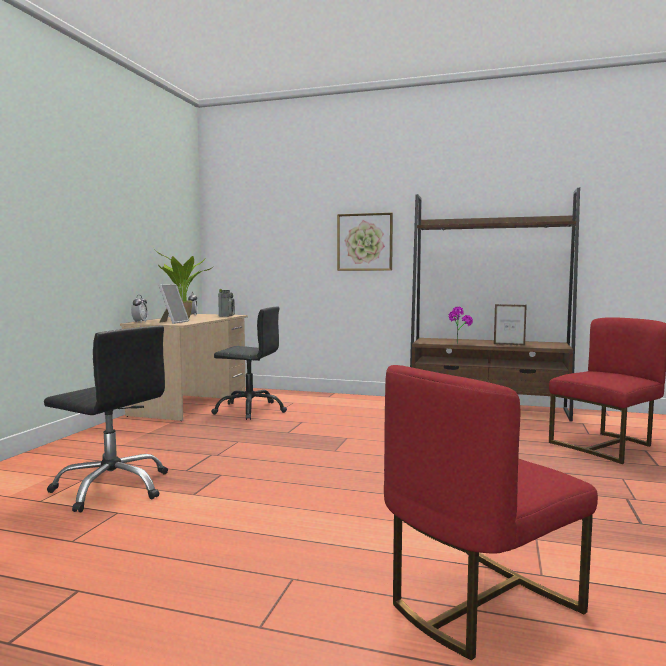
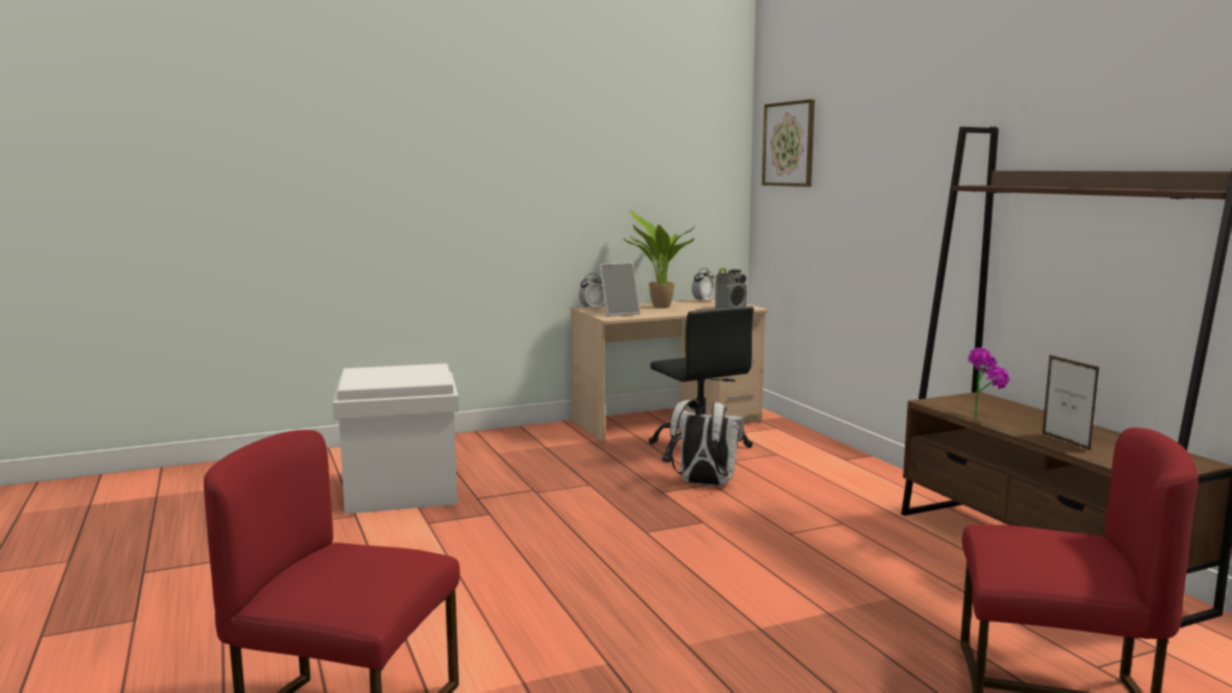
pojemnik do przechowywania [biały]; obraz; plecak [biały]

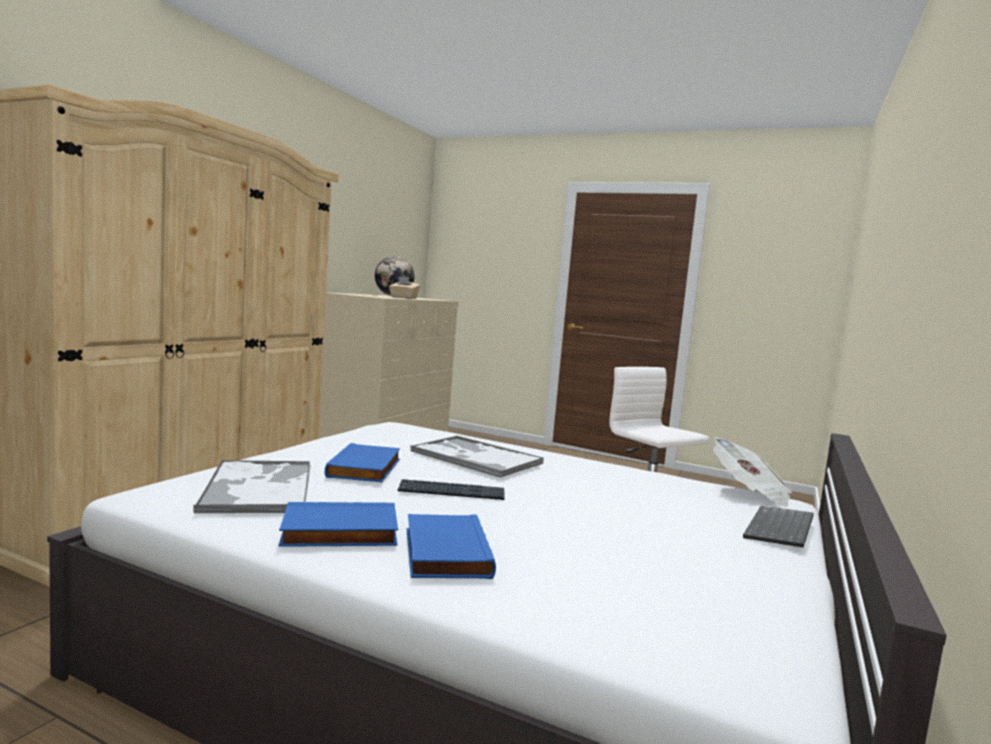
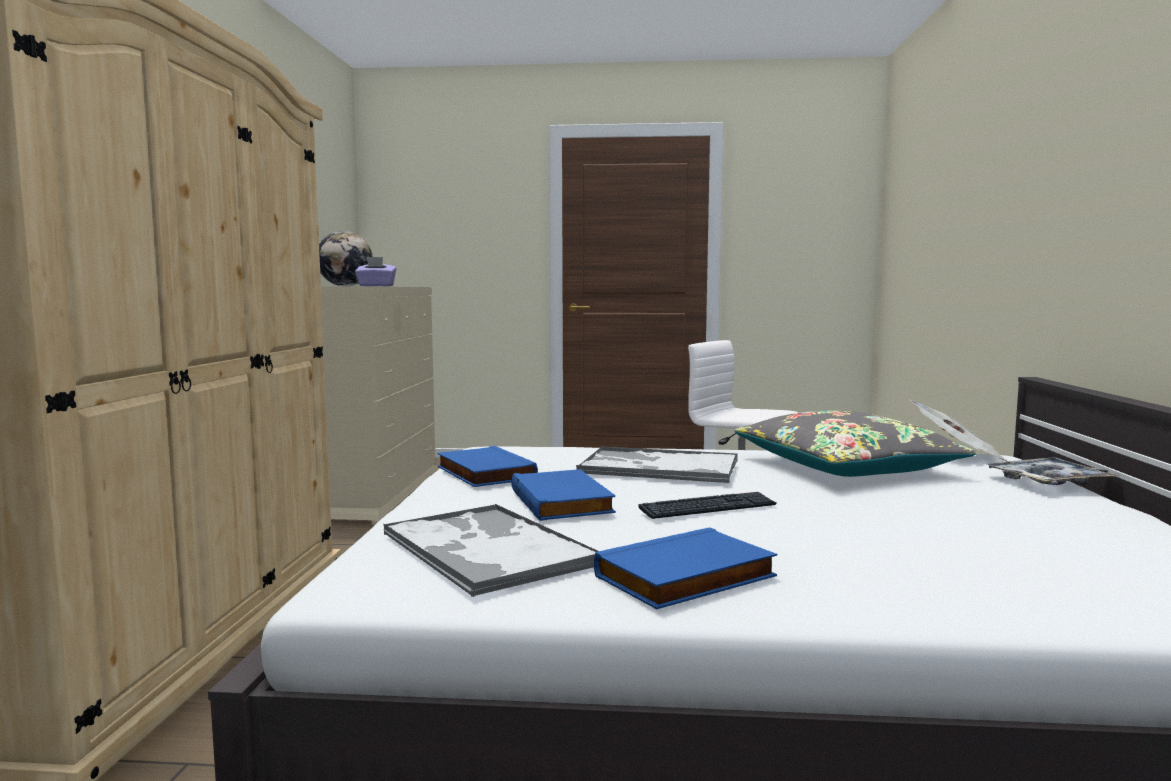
pudełko chusteczek [fioletowy]; książka [niebieski] (1st from left); taca (3rd from left); poduszka [szary]

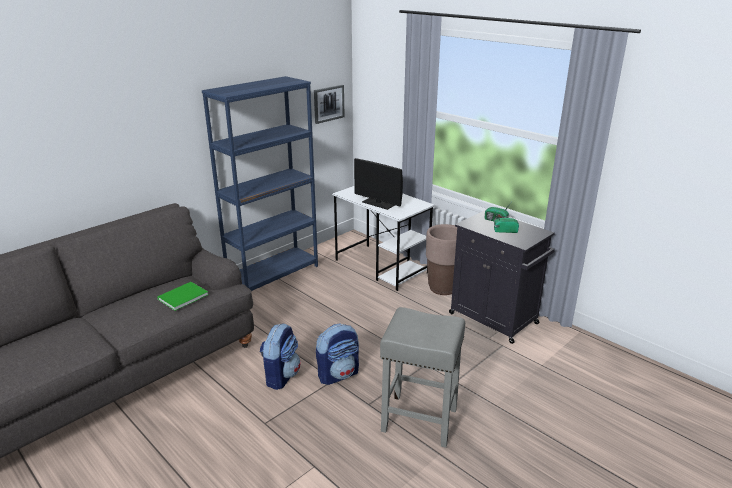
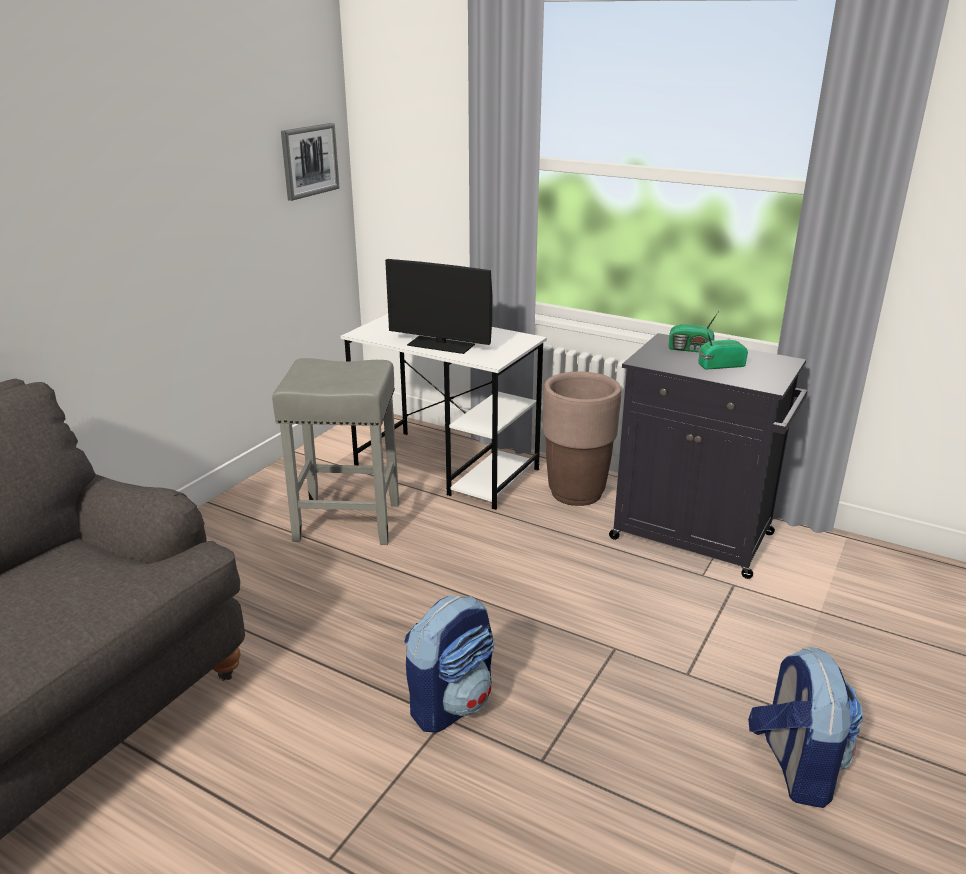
książka [zielony]; regał [niebieski]; plecak (2nd from left); stołek [szary]

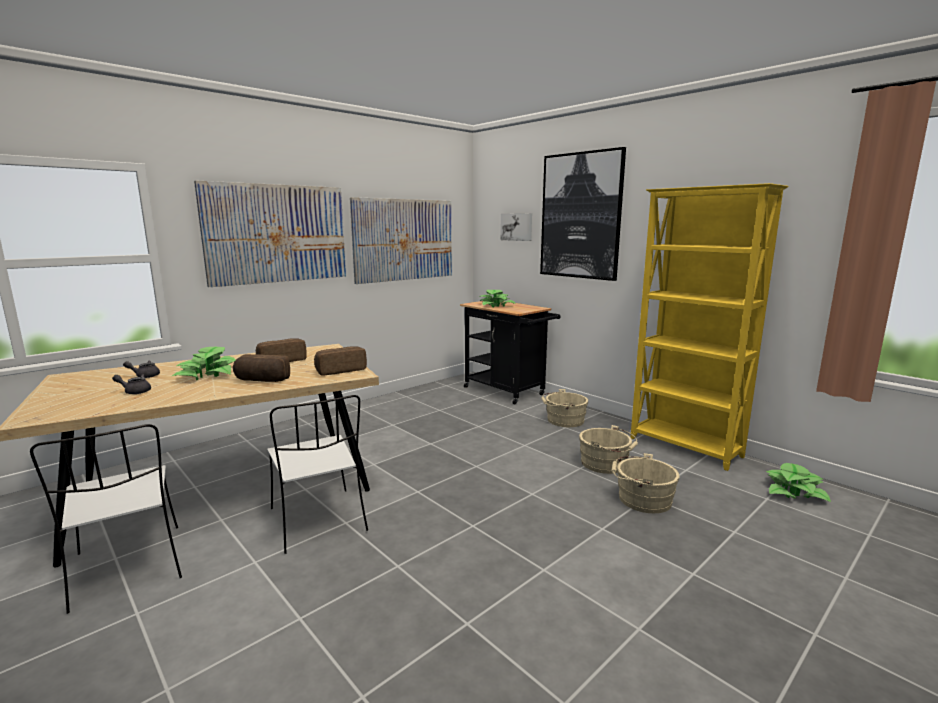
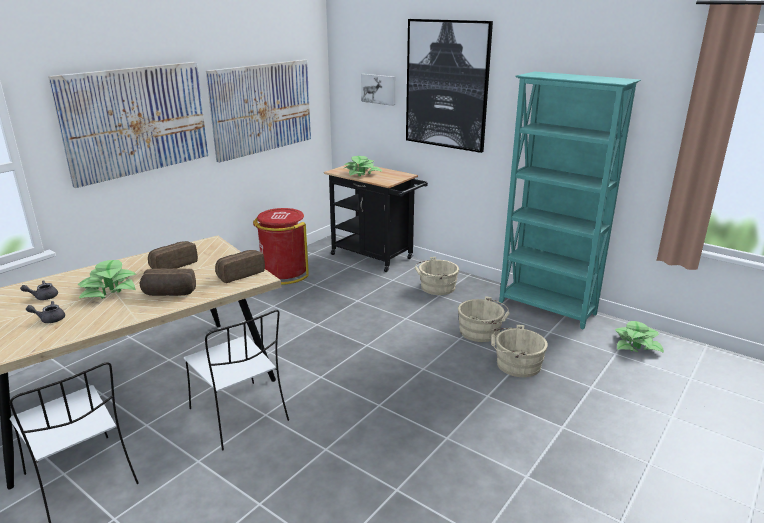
regał [turkusowy]; kosz na śmieci [czerwony]

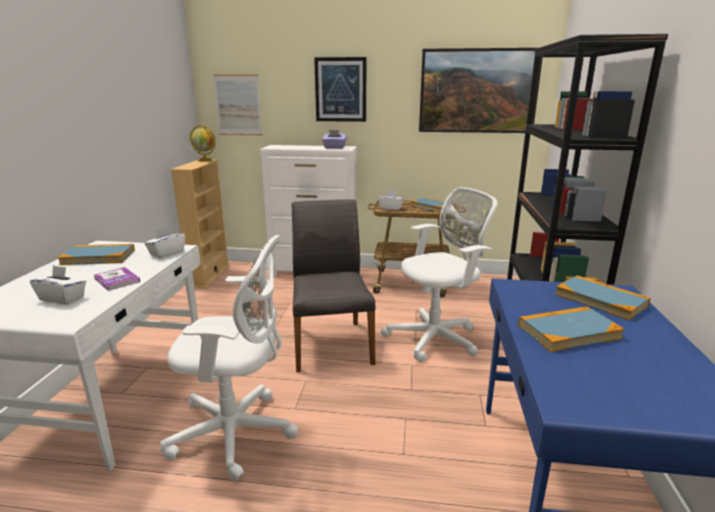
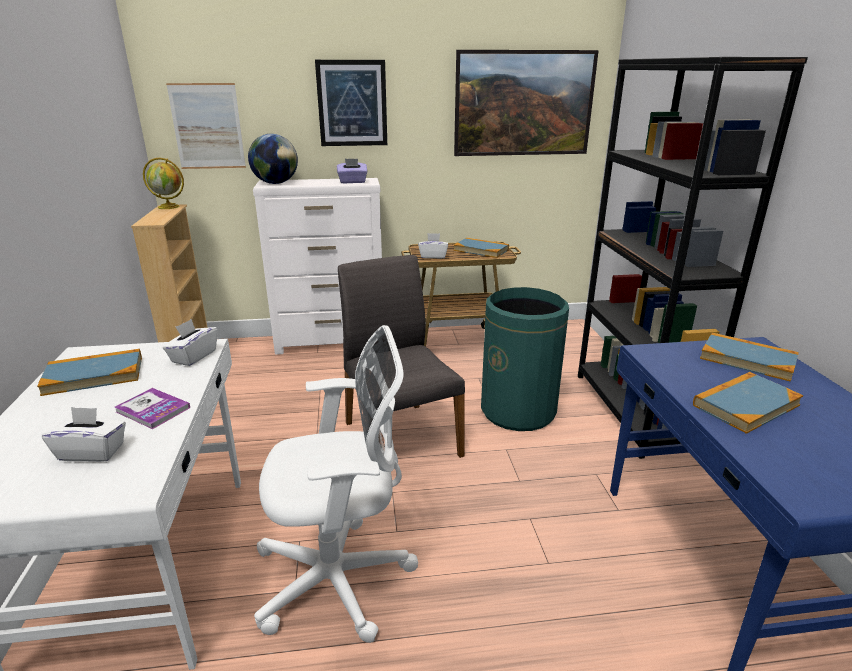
kosz na śmieci [zielony]; globus (2nd from left)

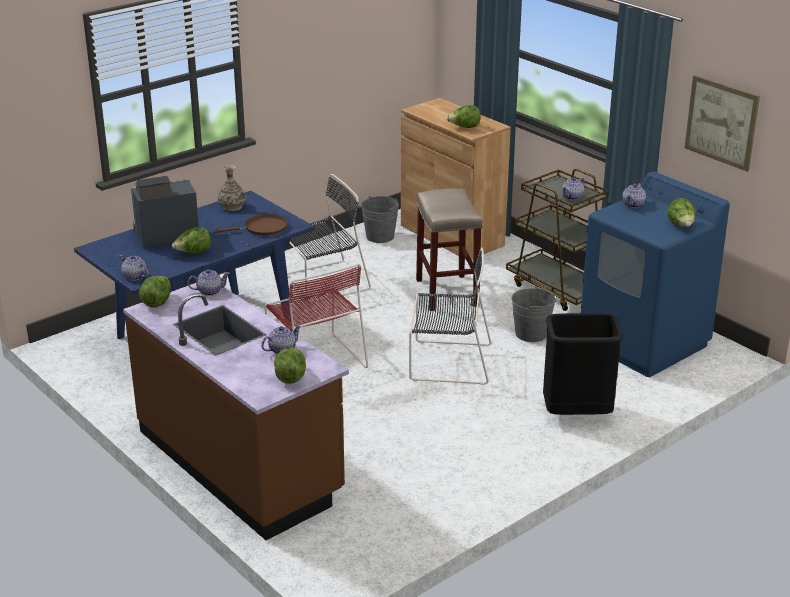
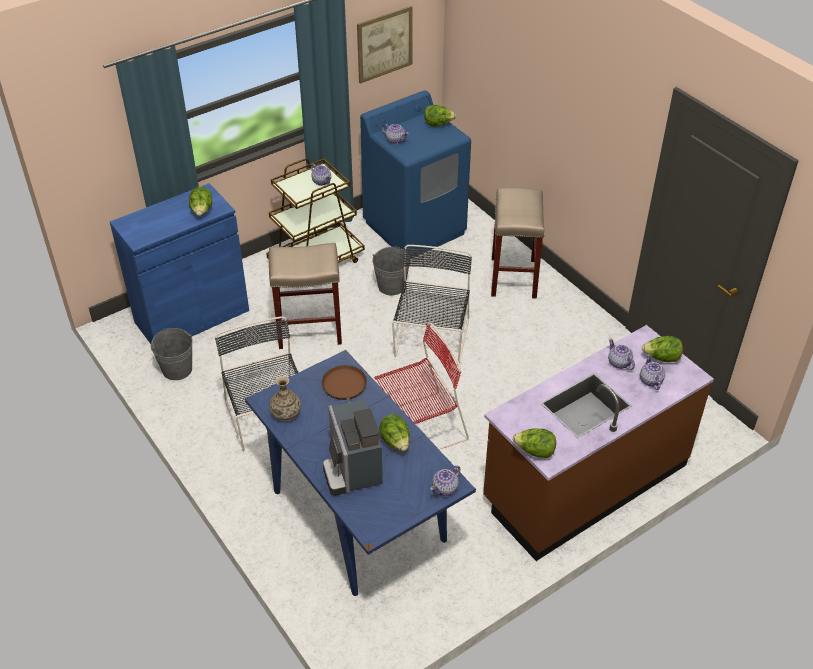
imbryk (5th from left); szafka [niebieski]; stołek [beżowy] (2nd from left)

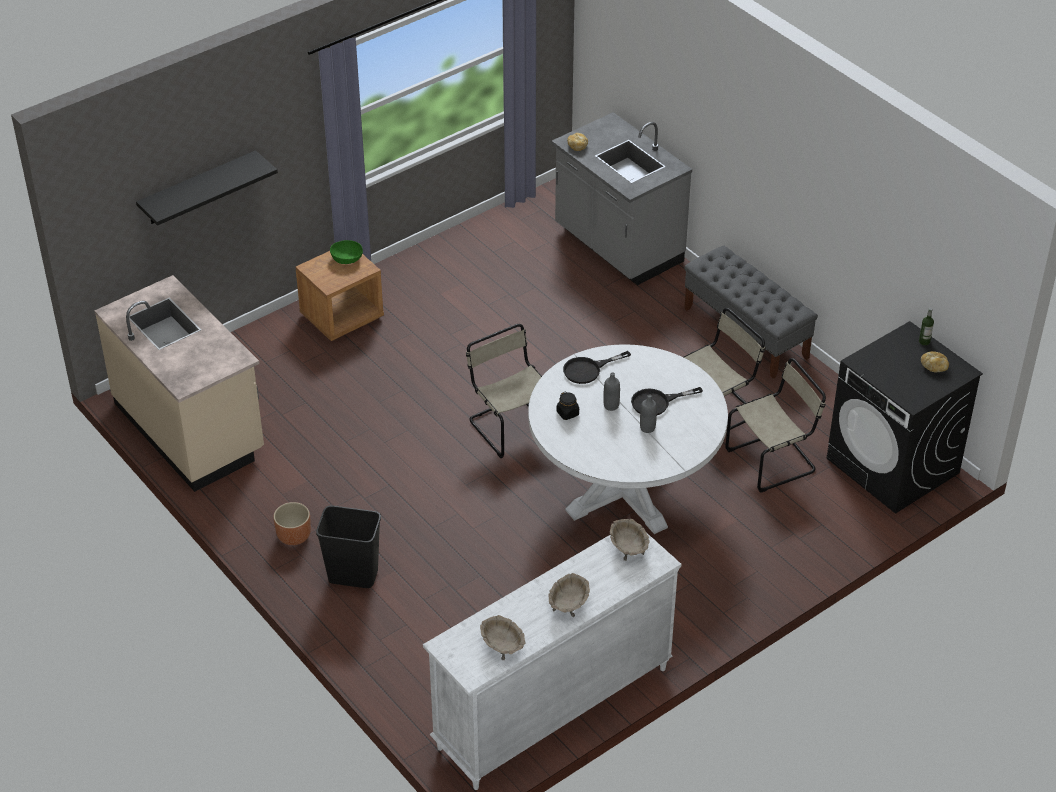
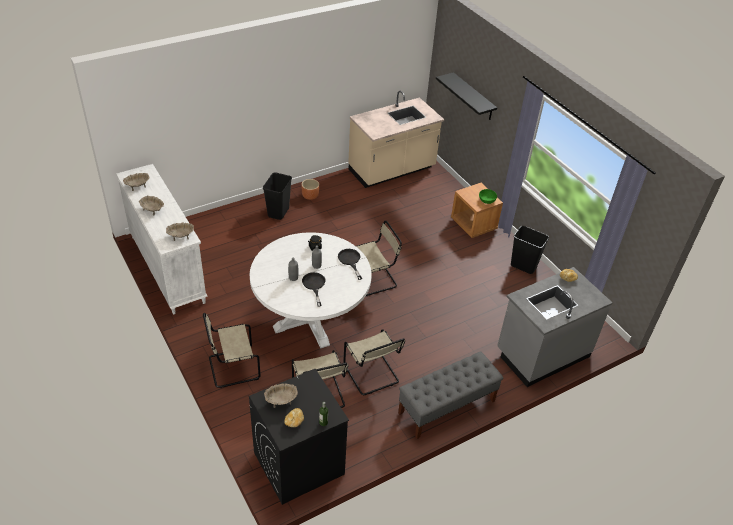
krzesło [beżowy] (1st from left); miska [beżowy] (4th from left); kosz na śmieci [czarny] (2nd from left)

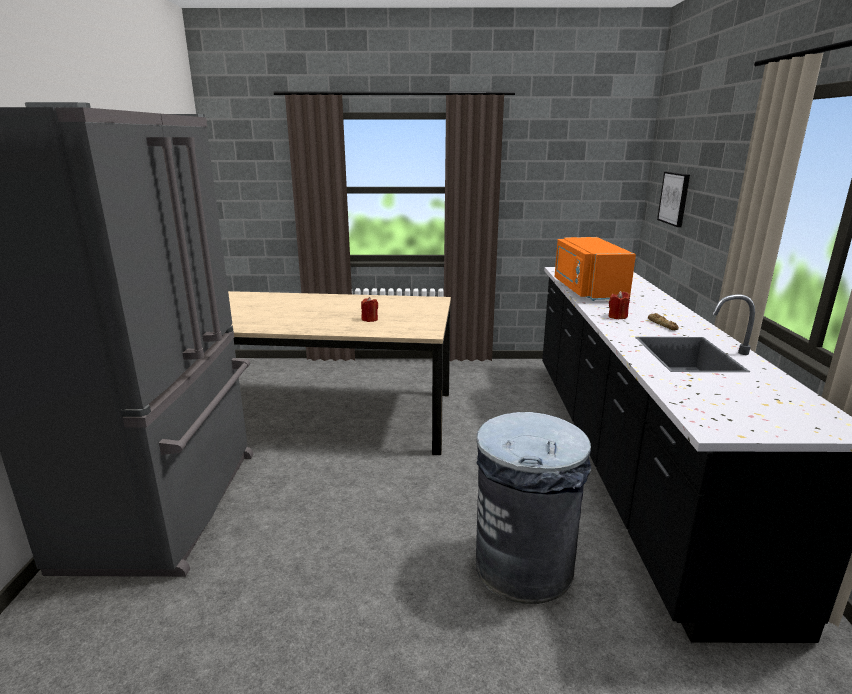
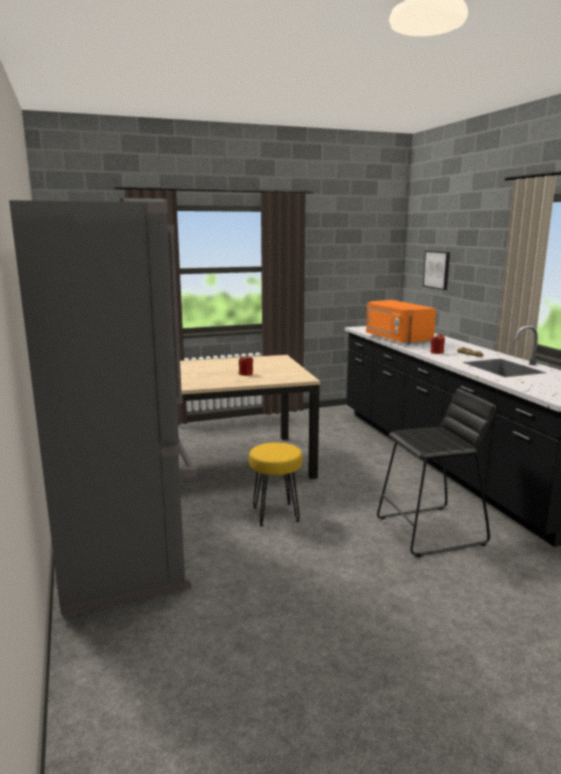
stołek [czarny]; stołek [żółty]

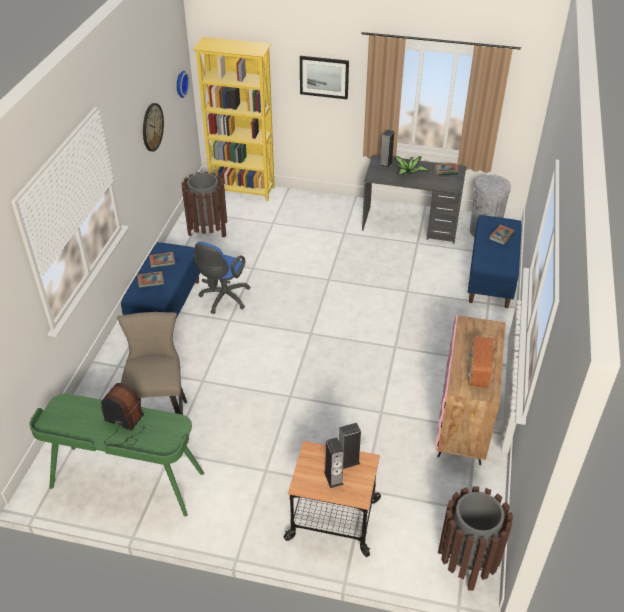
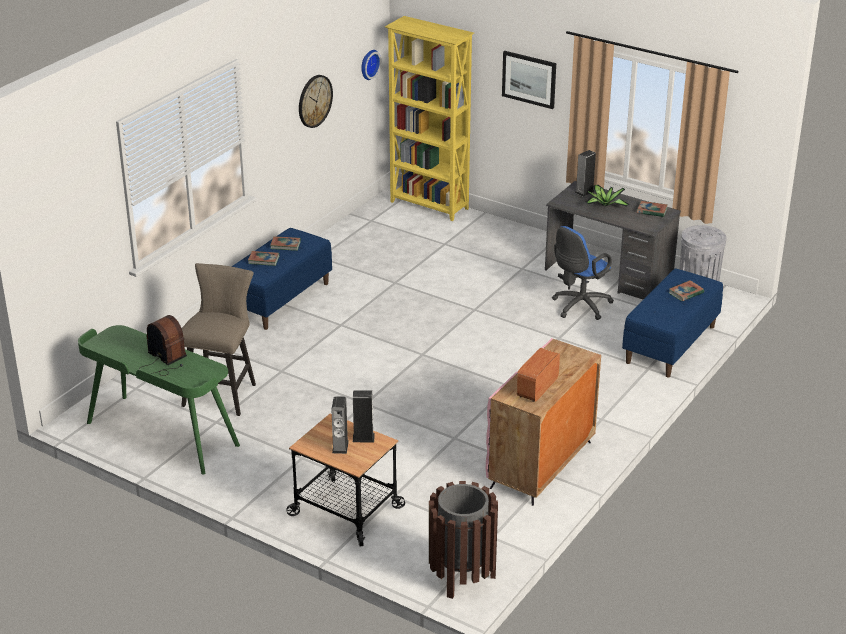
kosz na śmieci [brązowy] (1st from left in the first image); krzesło biurowe [niebieski]

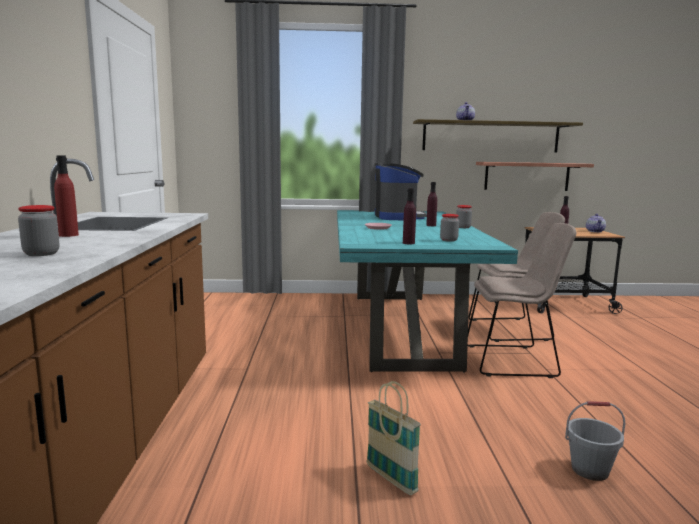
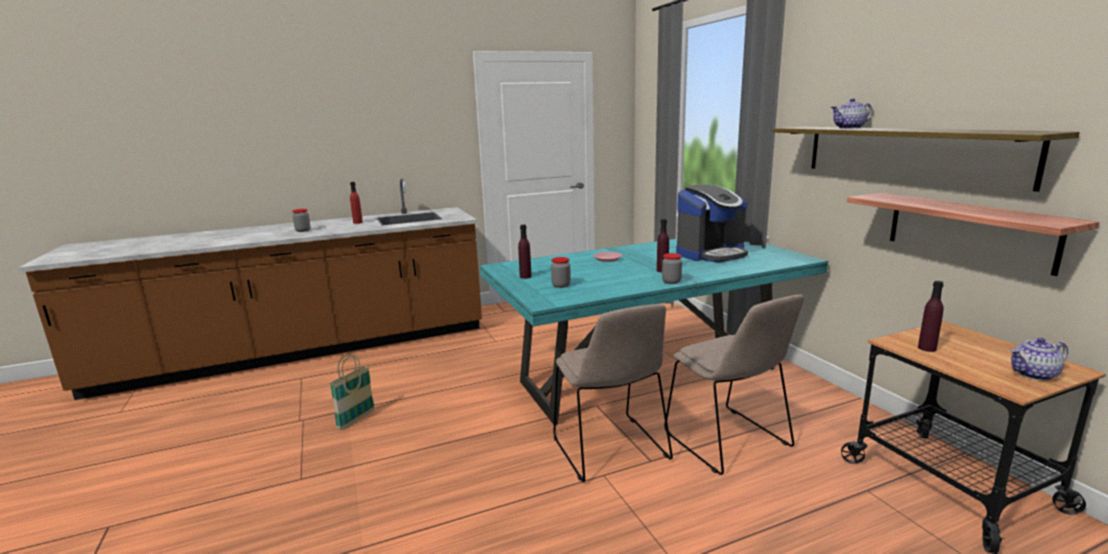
wiadro [szary]

